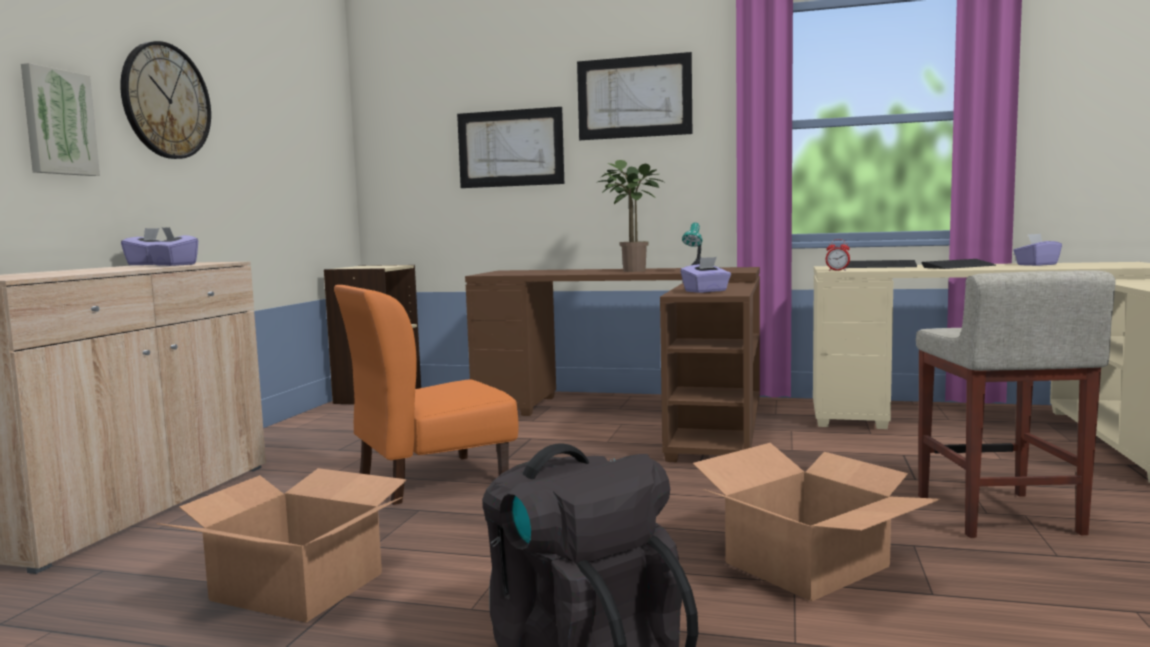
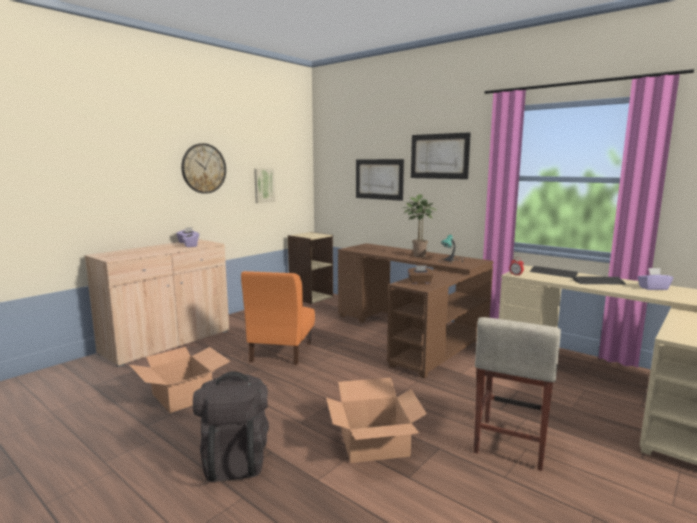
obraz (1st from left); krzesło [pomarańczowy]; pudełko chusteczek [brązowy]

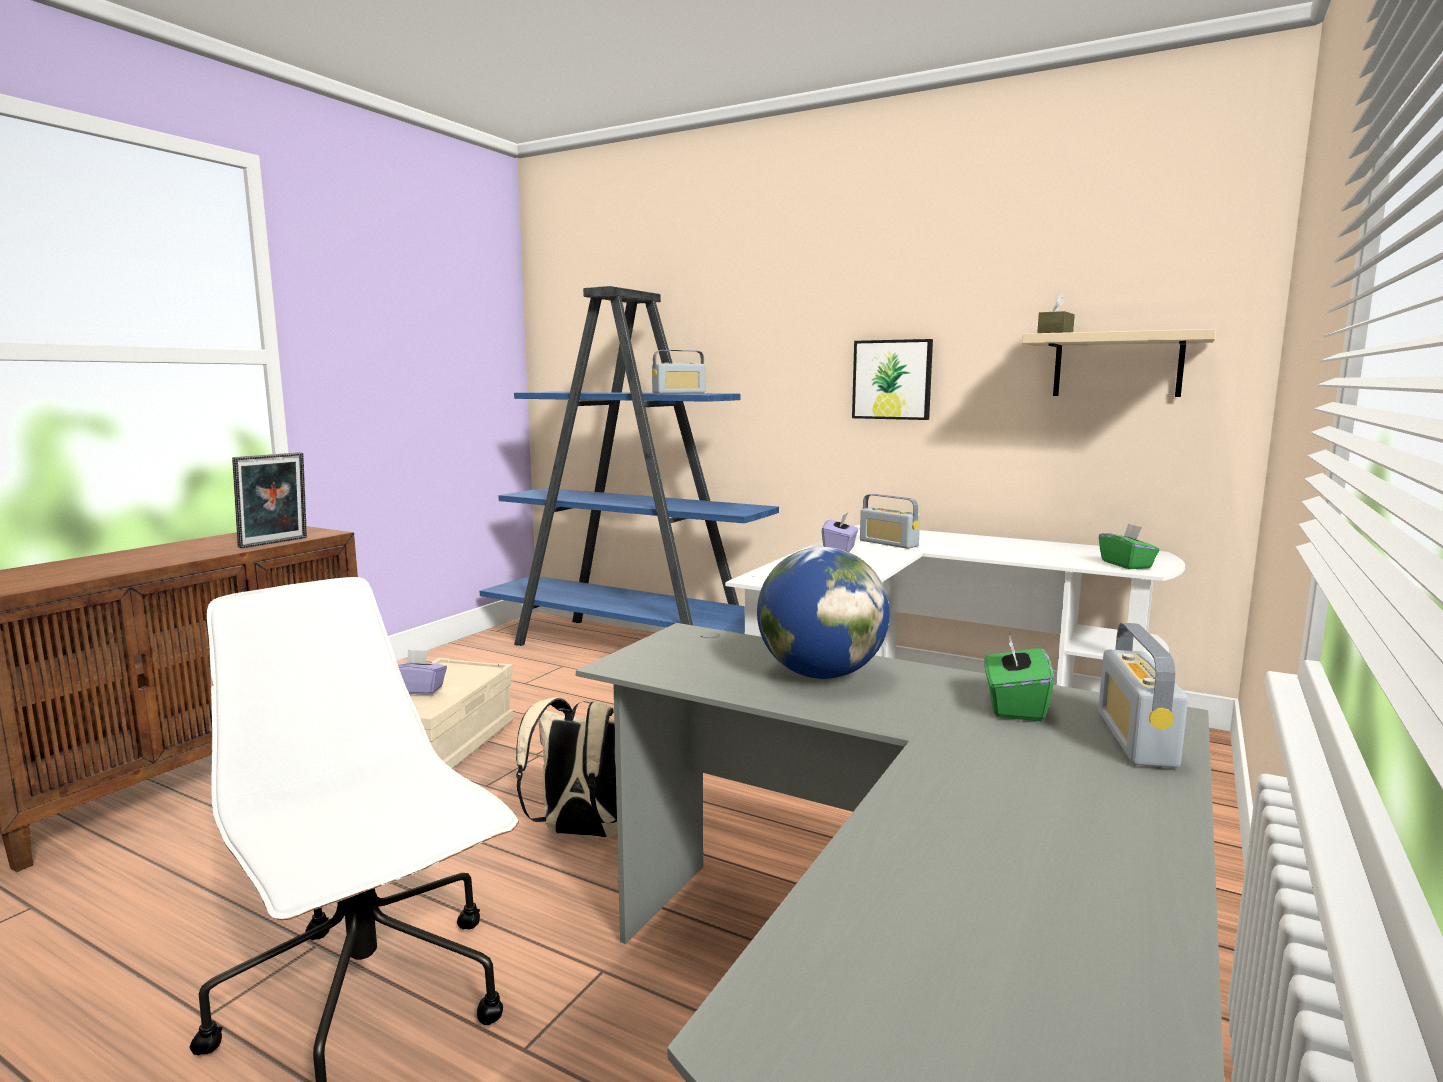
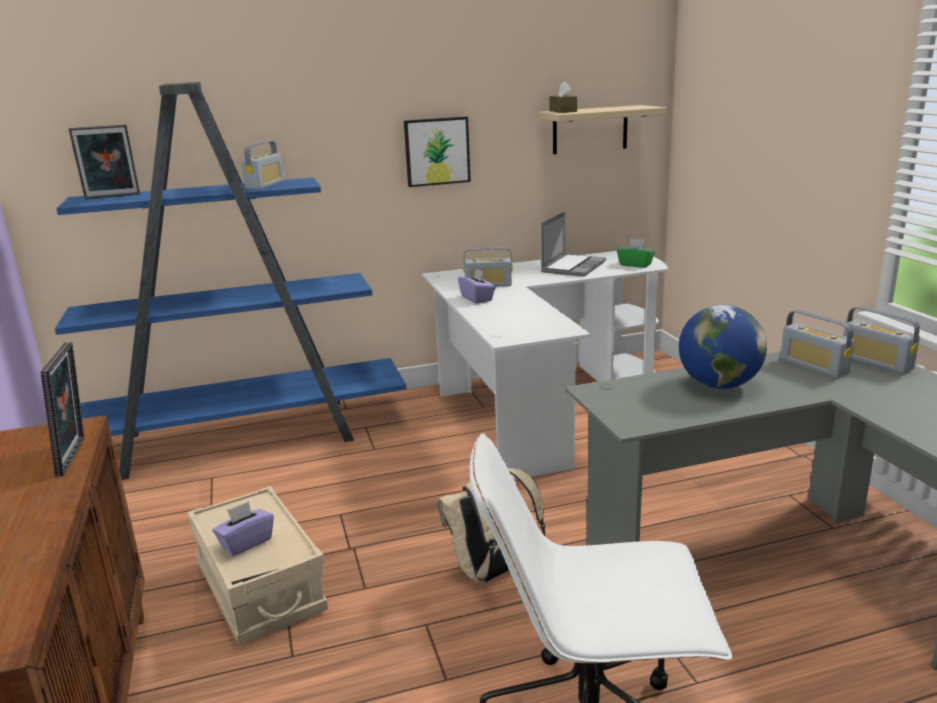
radio (3rd from left); ramka na zdjęcie (2nd from left); laptop

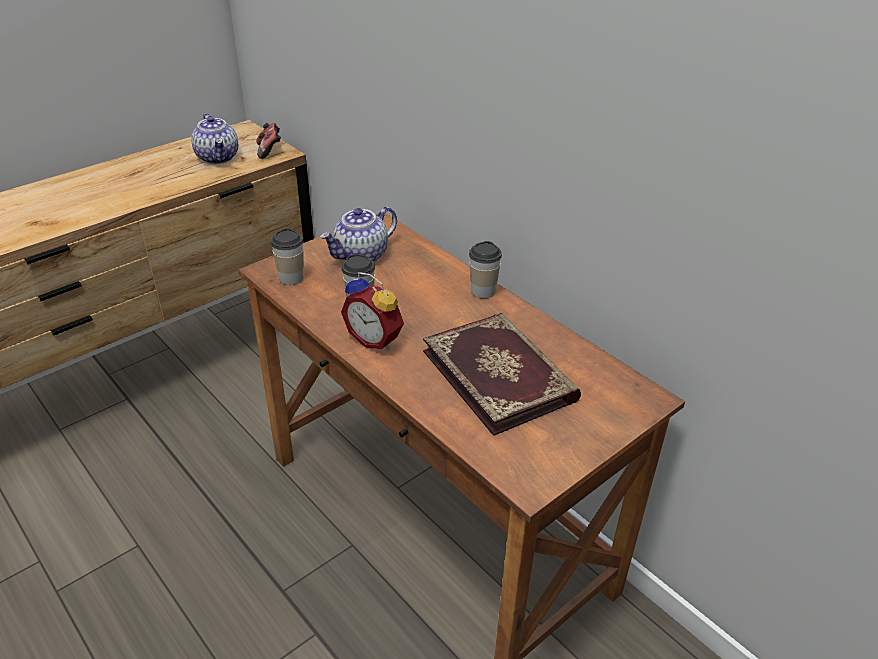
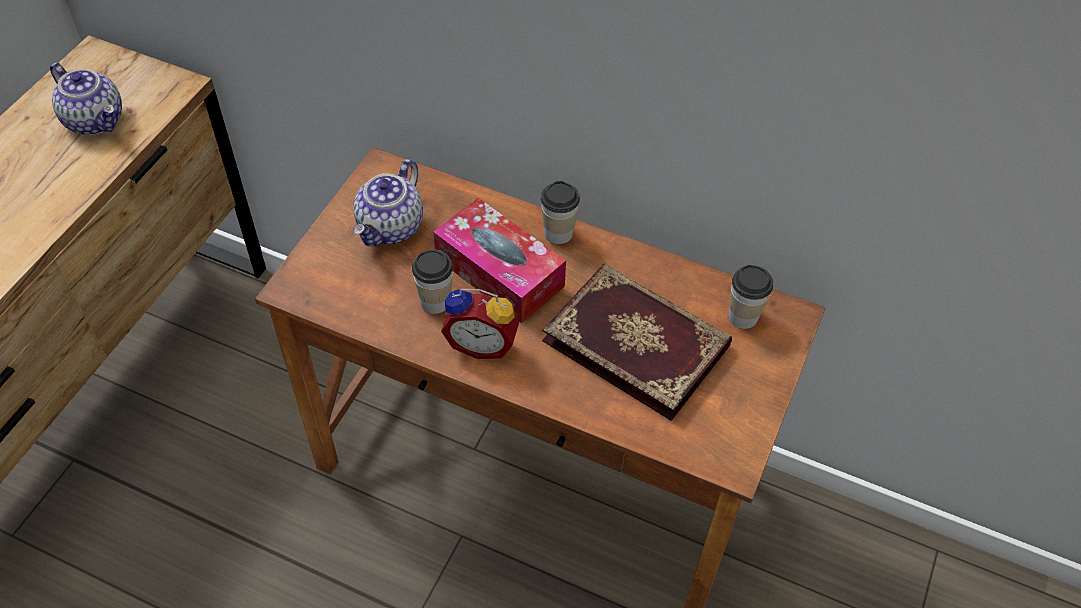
pad do gier; filiżanka (3rd from left); pudełko chusteczek

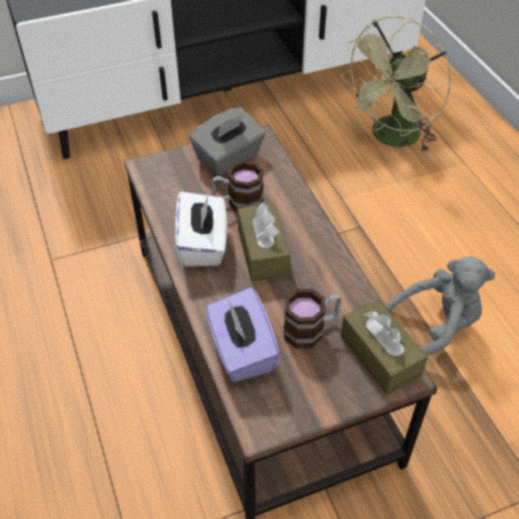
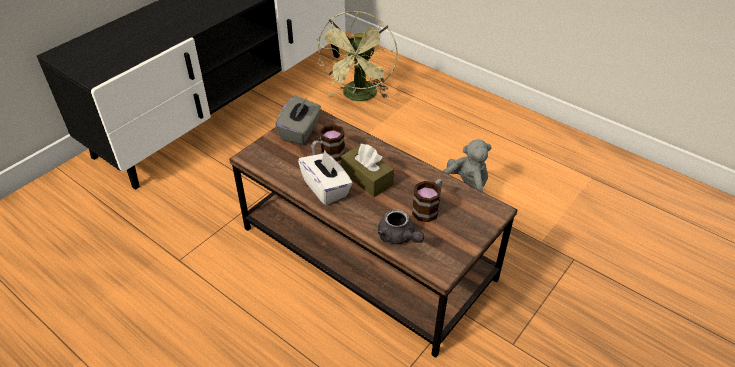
imbryk [szary]; pudełko chusteczek [brązowy] (2nd from left in the first image)

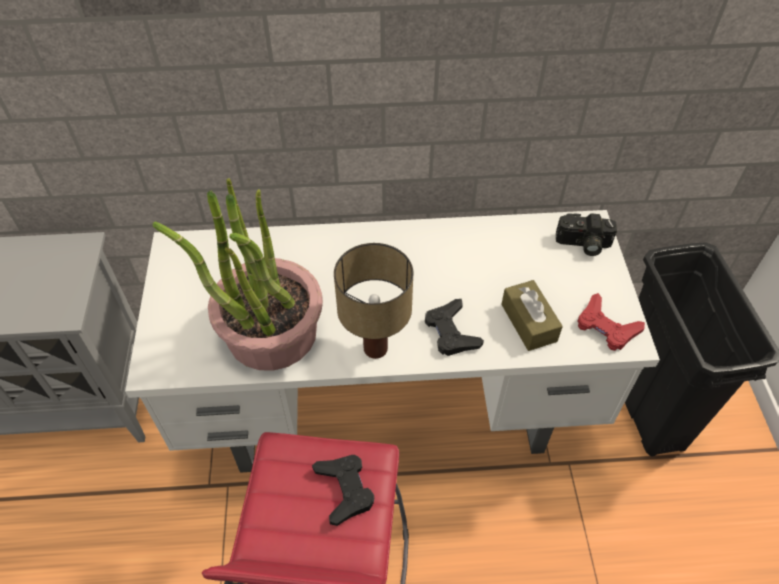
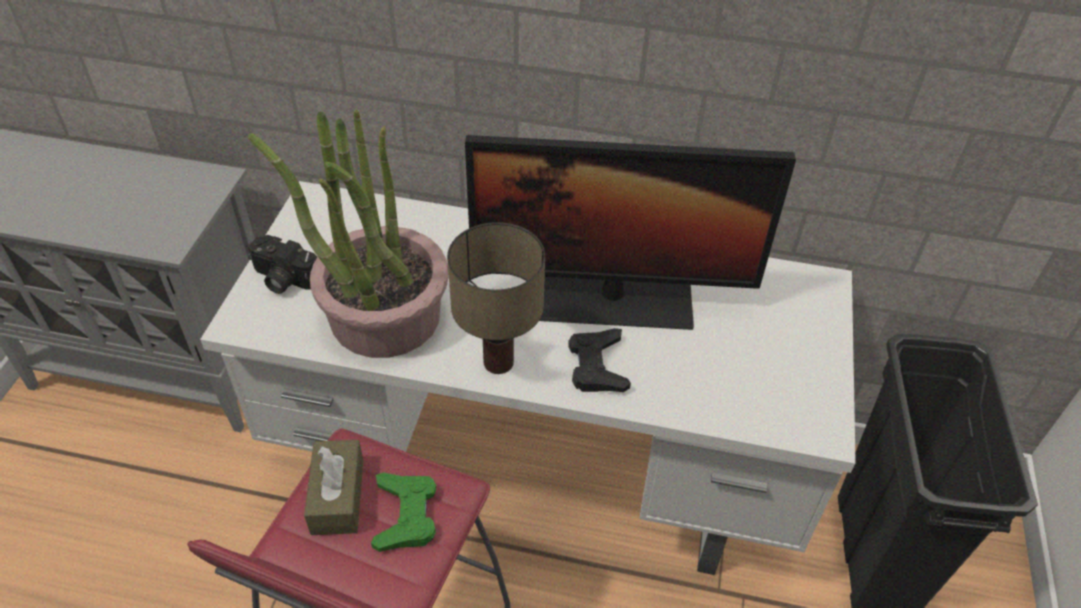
pad do gier [zielony]; pudełko chusteczek [brązowy]; aparat fotograficzny; pad do gier [czerwony]; monitor

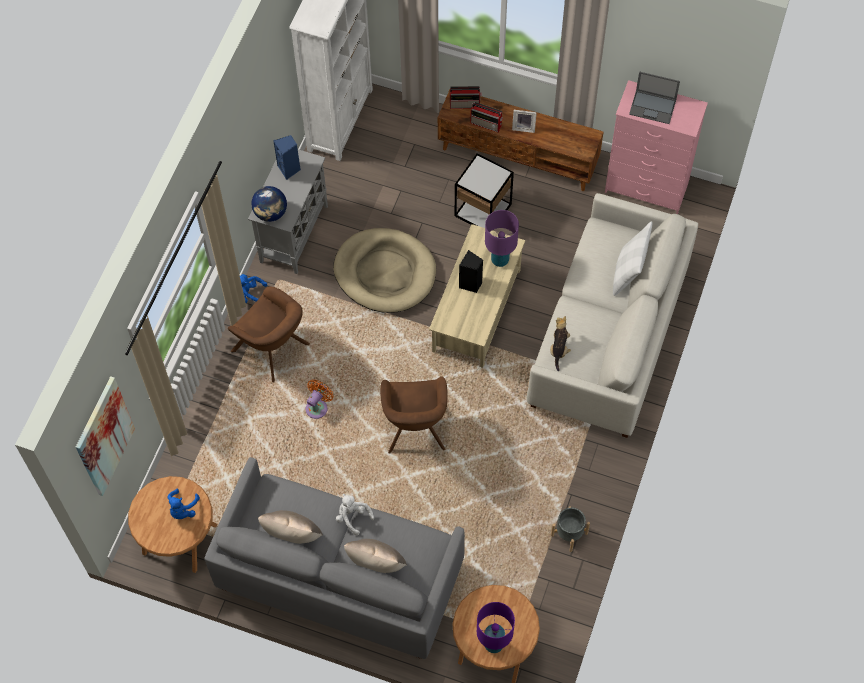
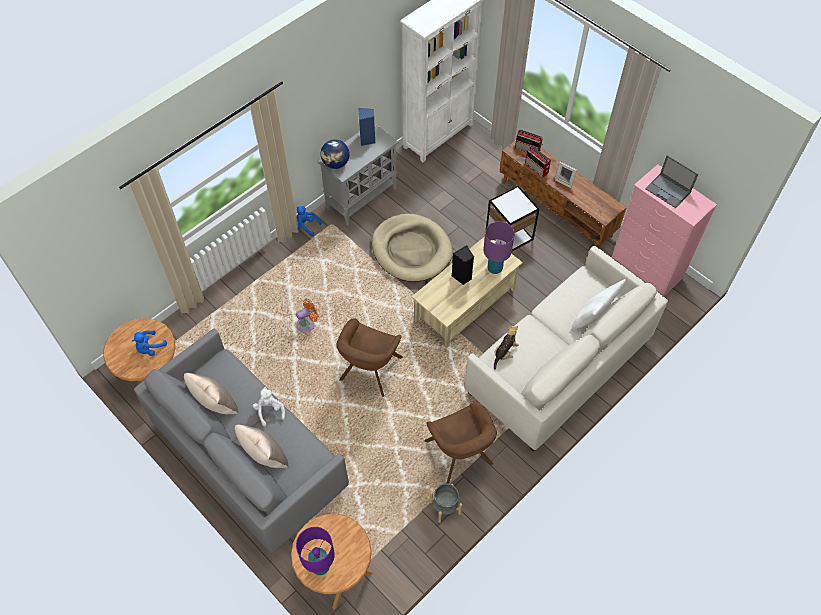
obraz; fotel [brązowy] (2nd from left)

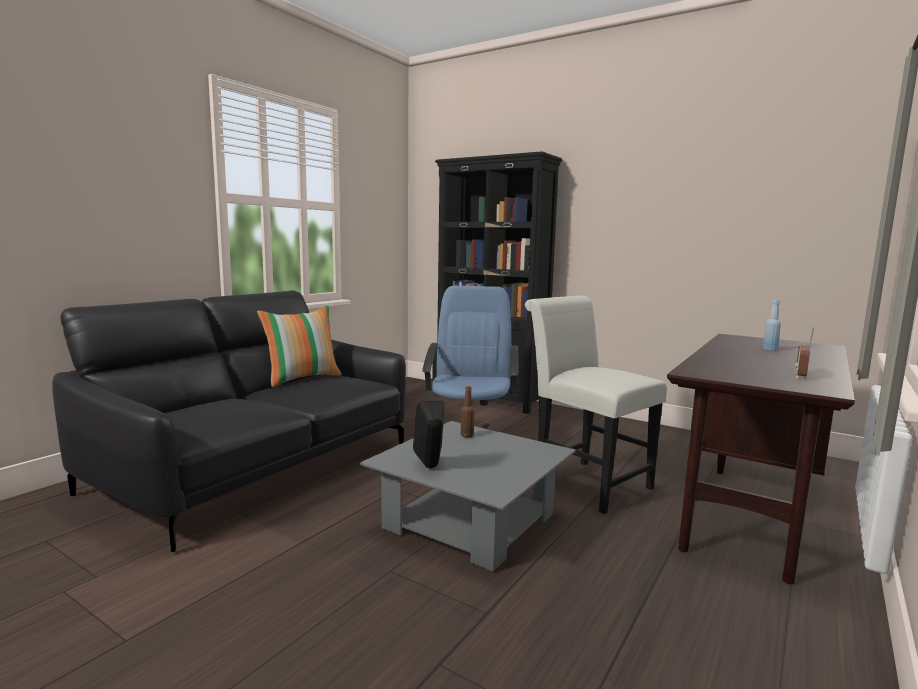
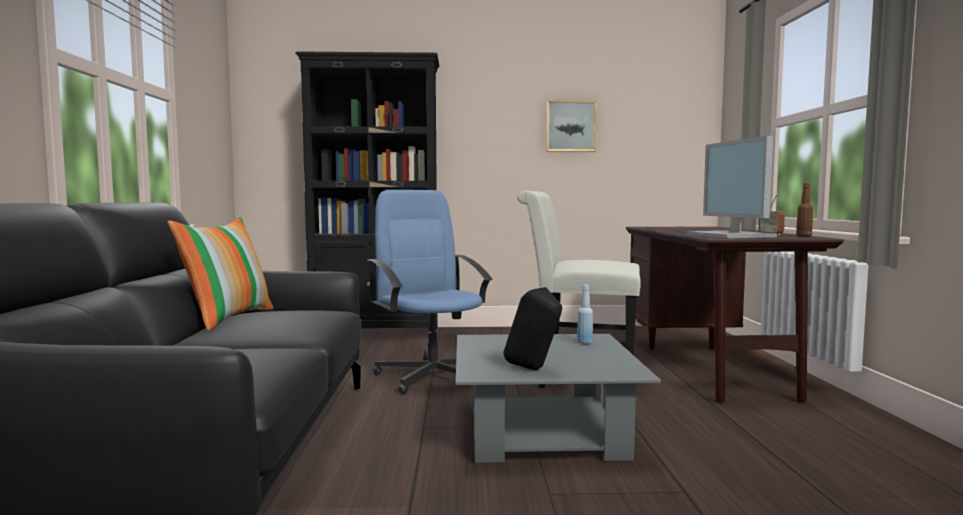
butelka [brązowy]; butelka [niebieski]; obraz; monitor

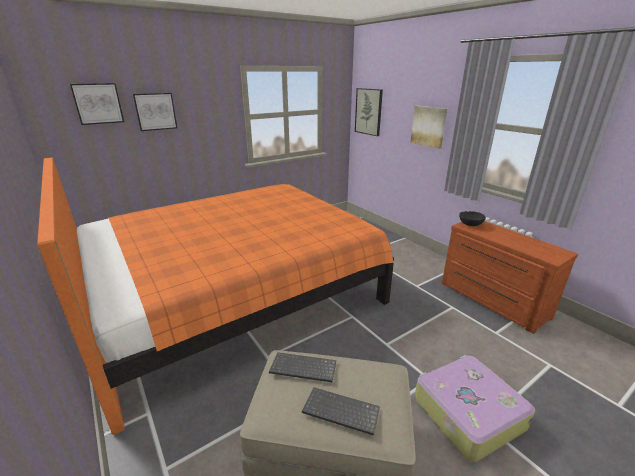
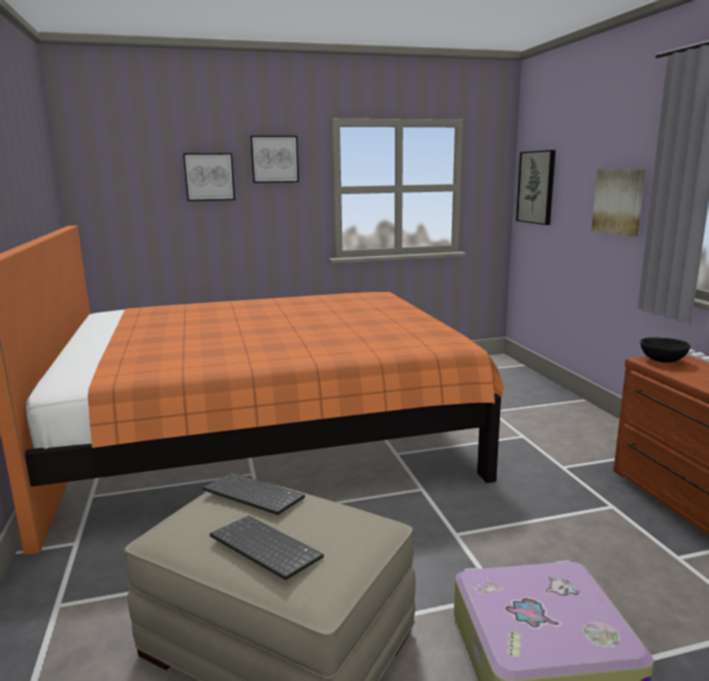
obraz (2nd from left)

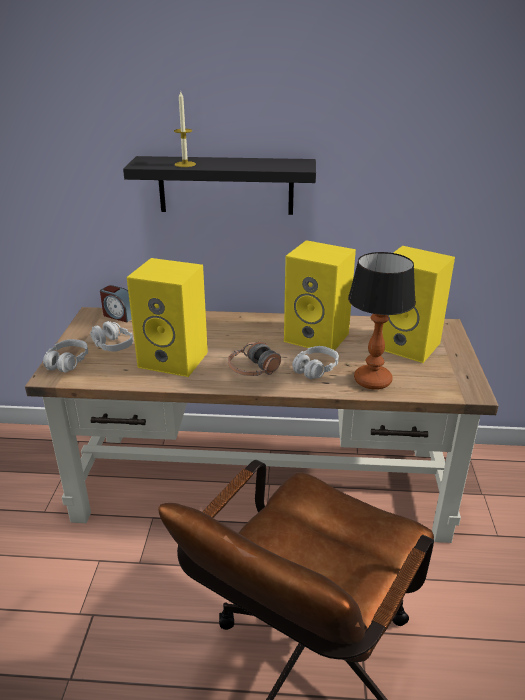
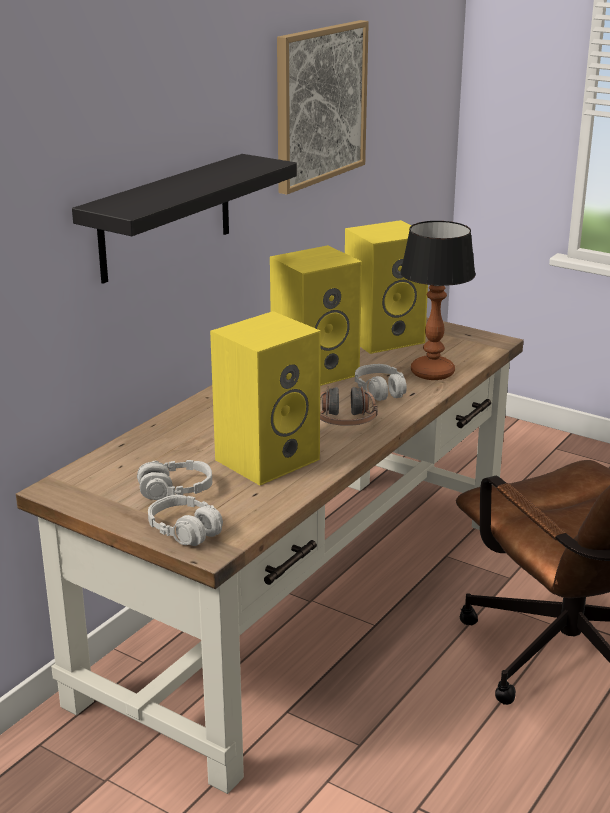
budzik; świeca; obraz

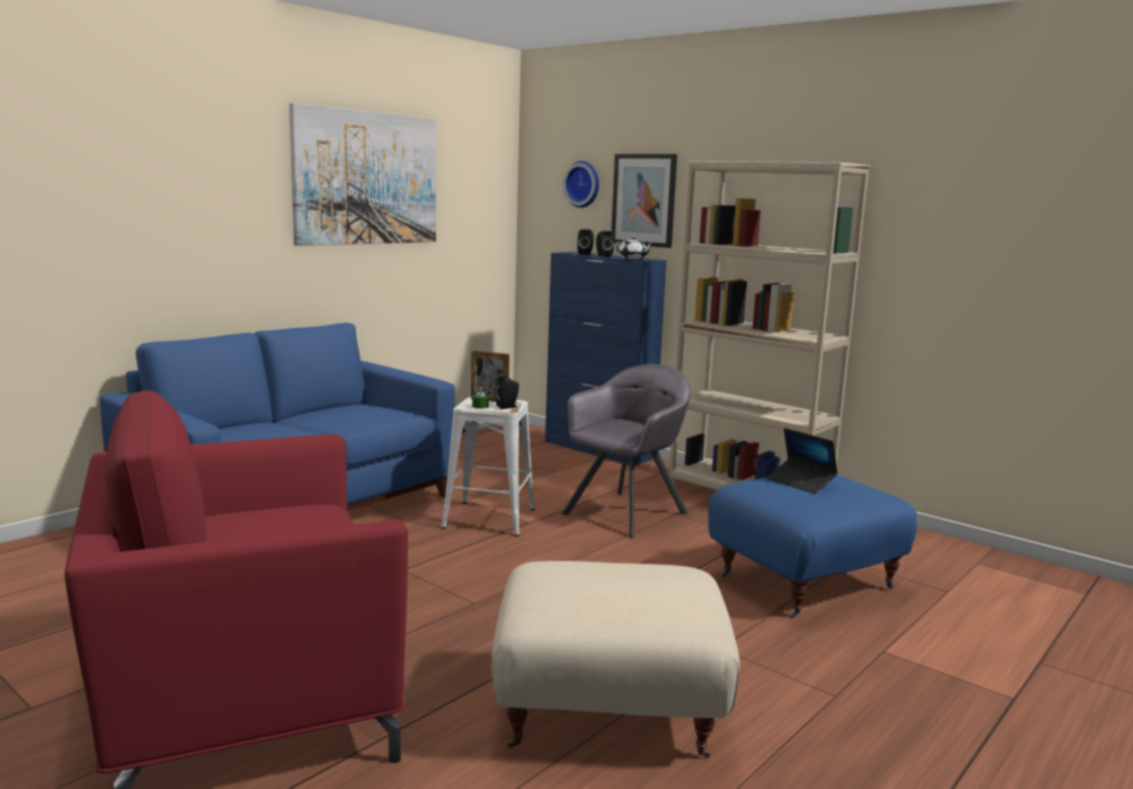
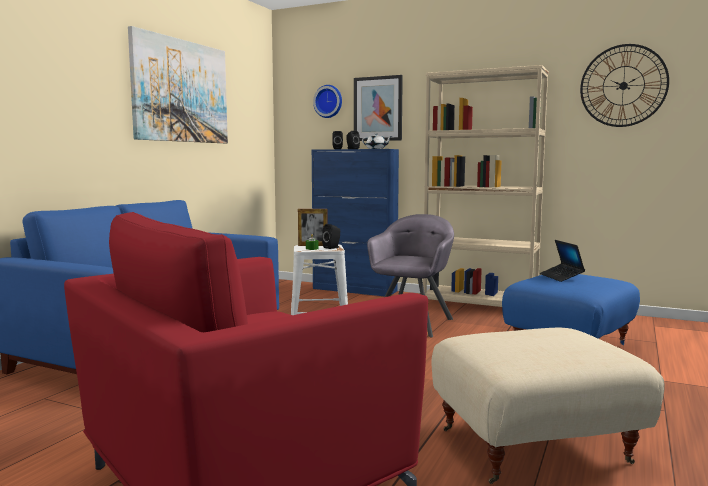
laptop; zegar ścienny (2nd from left)

